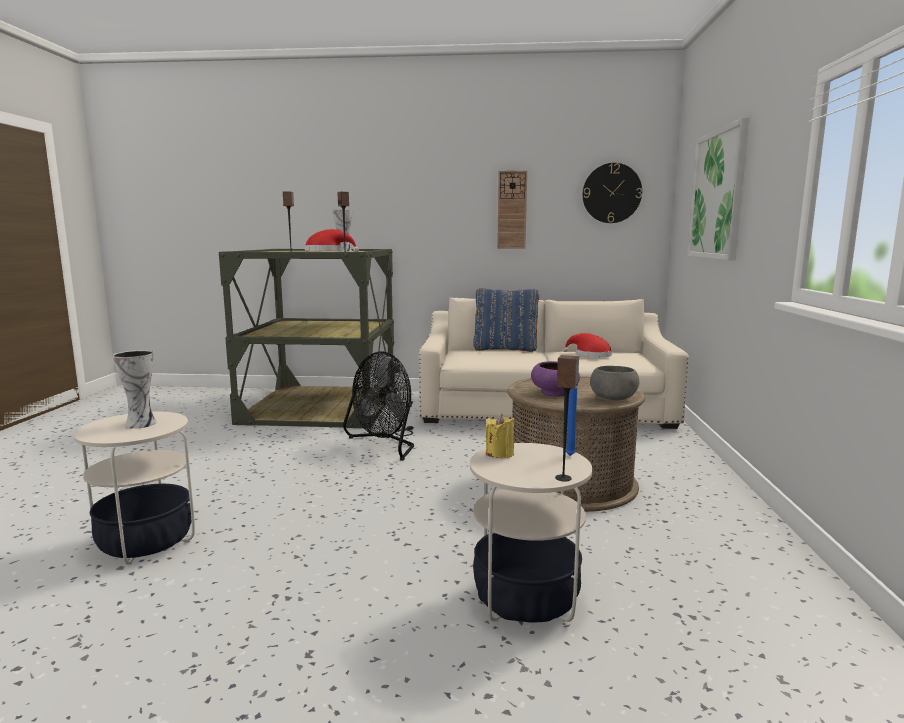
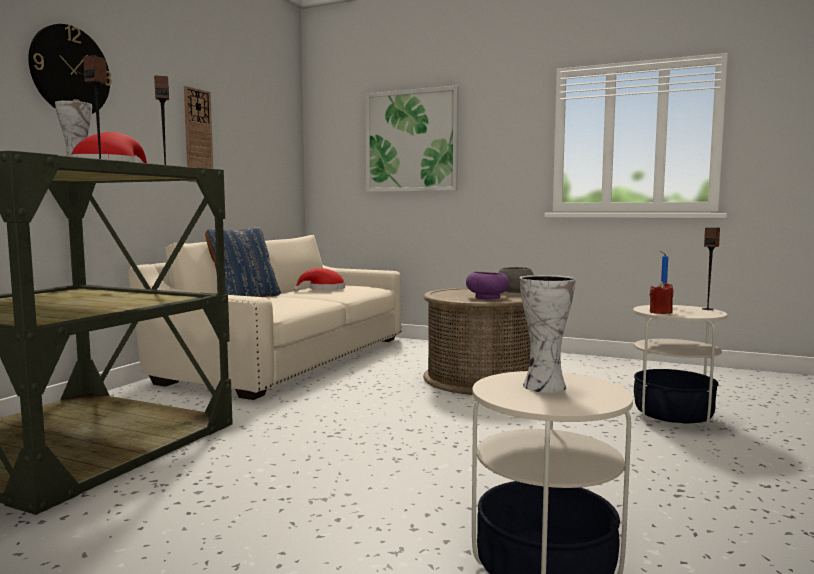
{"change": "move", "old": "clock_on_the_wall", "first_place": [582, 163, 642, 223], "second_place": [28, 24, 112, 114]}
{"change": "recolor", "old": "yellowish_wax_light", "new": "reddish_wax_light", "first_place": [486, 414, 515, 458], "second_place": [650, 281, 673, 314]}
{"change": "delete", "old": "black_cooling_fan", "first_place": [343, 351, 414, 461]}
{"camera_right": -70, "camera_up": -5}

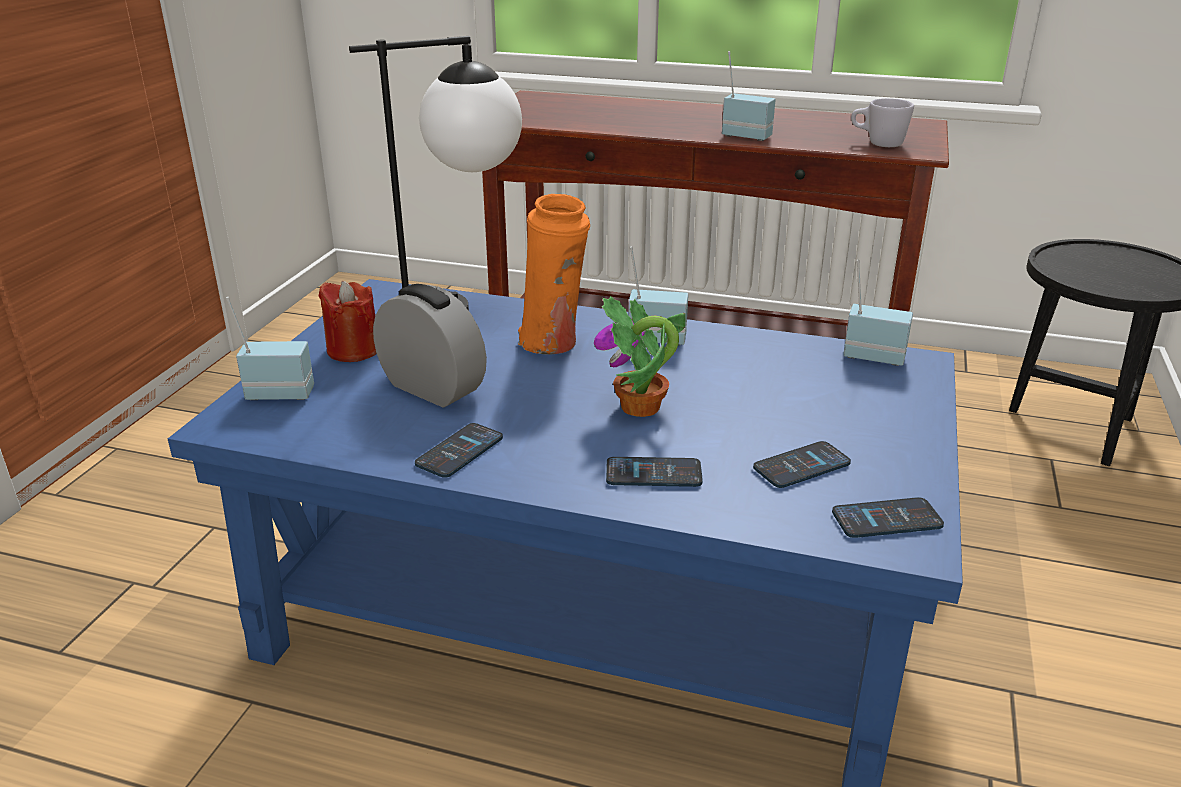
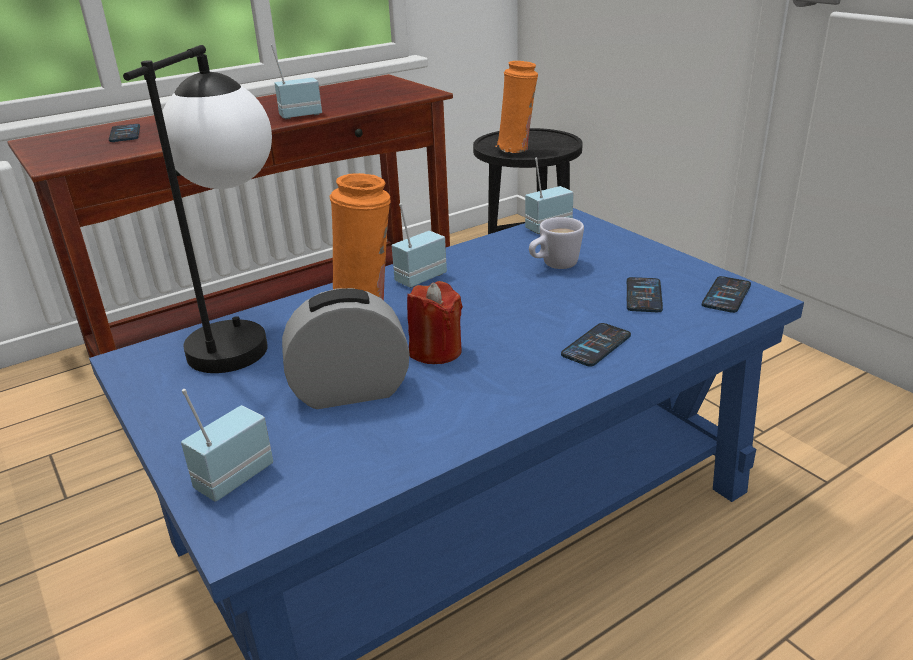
{"change": "move", "old": "handset", "first_place": [415, 423, 503, 478], "second_place": [109, 124, 140, 142]}
{"change": "move", "old": "reddish_wax_light", "first_place": [319, 281, 377, 362], "second_place": [407, 281, 463, 364]}
{"change": "insert", "new": "orange-coloured_decorative_vase", "second_place": [496, 61, 538, 153]}
{"change": "move", "old": "white-coloured_coffee_mug", "first_place": [851, 98, 914, 147], "second_place": [529, 217, 584, 269]}
{"change": "delete", "old": "potted_plant", "first_place": [594, 296, 686, 417]}
{"camera_right": -50, "camera_up": 0}

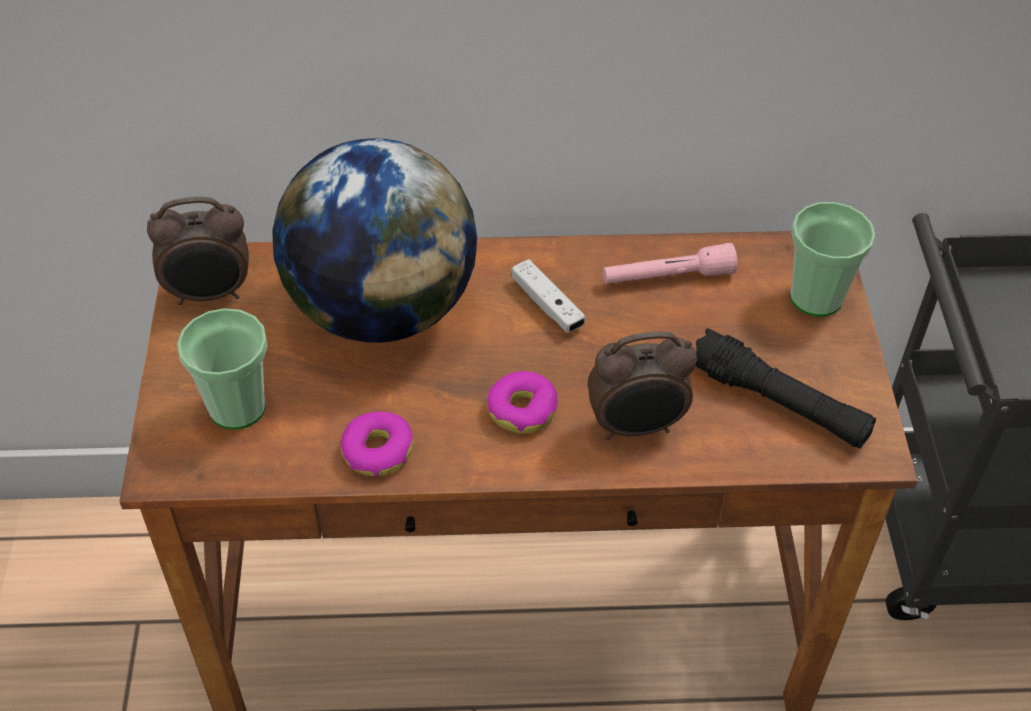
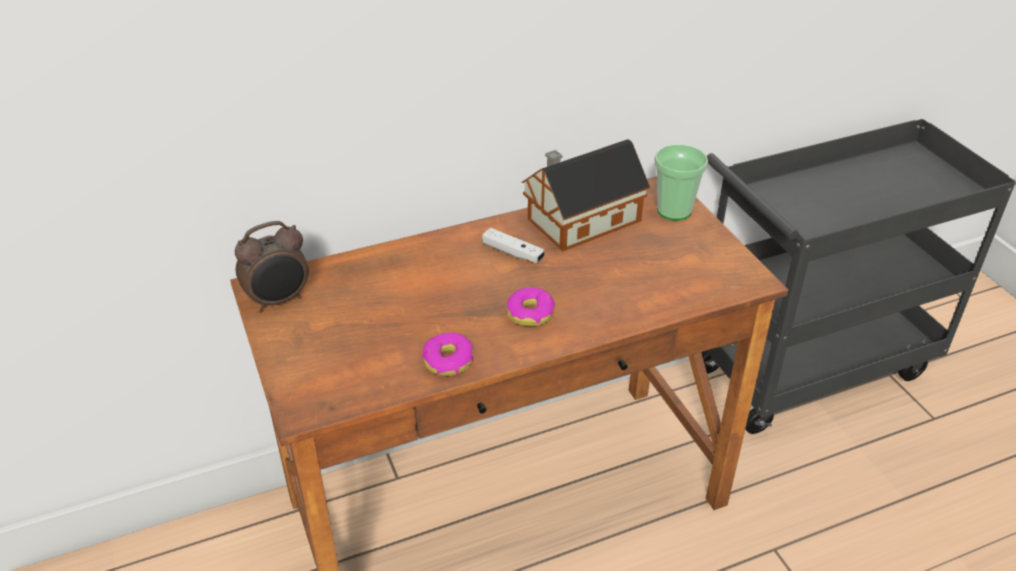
{"change": "replace", "old": "pink-coloured_flashlight", "new": "model_house", "first_place": [603, 243, 737, 284], "second_place": [521, 139, 650, 251]}
{"change": "delete", "old": "small_cup", "first_place": [177, 308, 267, 430]}
{"change": "delete", "old": "world_globe", "first_place": [272, 138, 477, 343]}
{"change": "delete", "old": "alarm_clock", "first_place": [588, 331, 697, 440]}
{"change": "delete", "old": "black_flashlight", "first_place": [695, 328, 876, 449]}
{"camera_right": -20, "camera_up": -10}

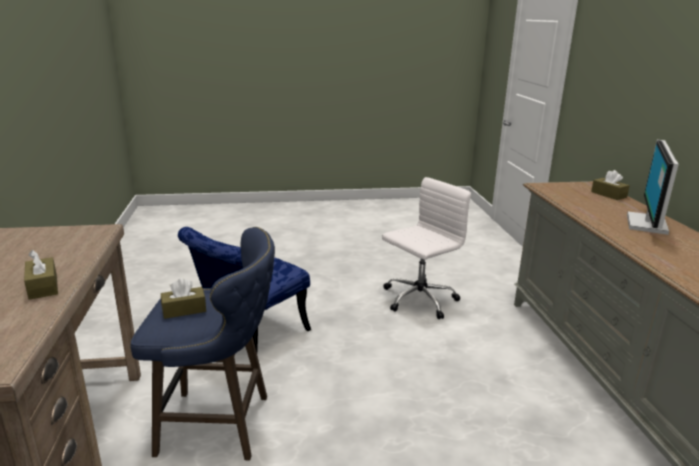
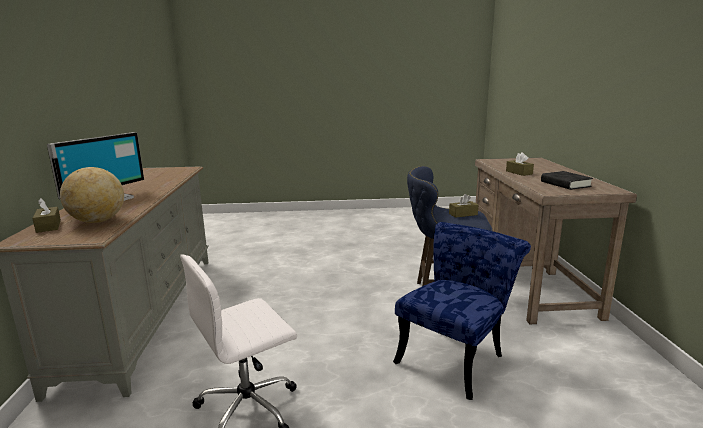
{"change": "insert", "new": "world_globe", "second_place": [60, 167, 124, 223]}
{"change": "insert", "new": "black_book", "second_place": [541, 171, 593, 190]}
{"camera_right": -175, "camera_up": -5}

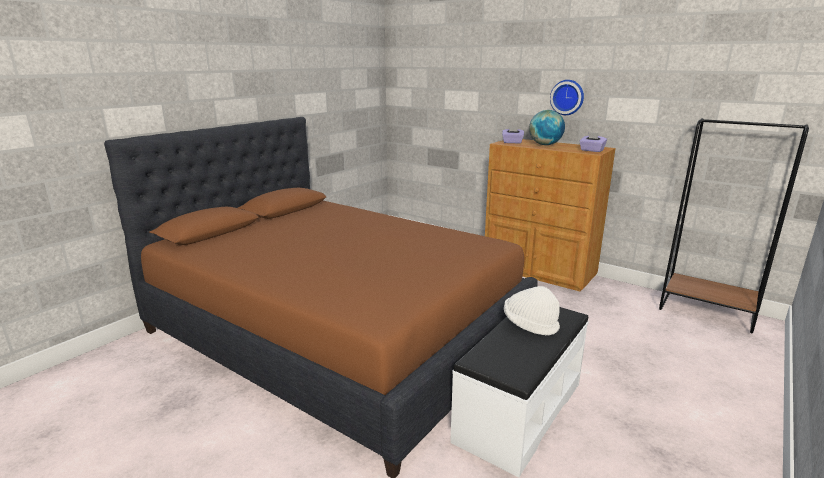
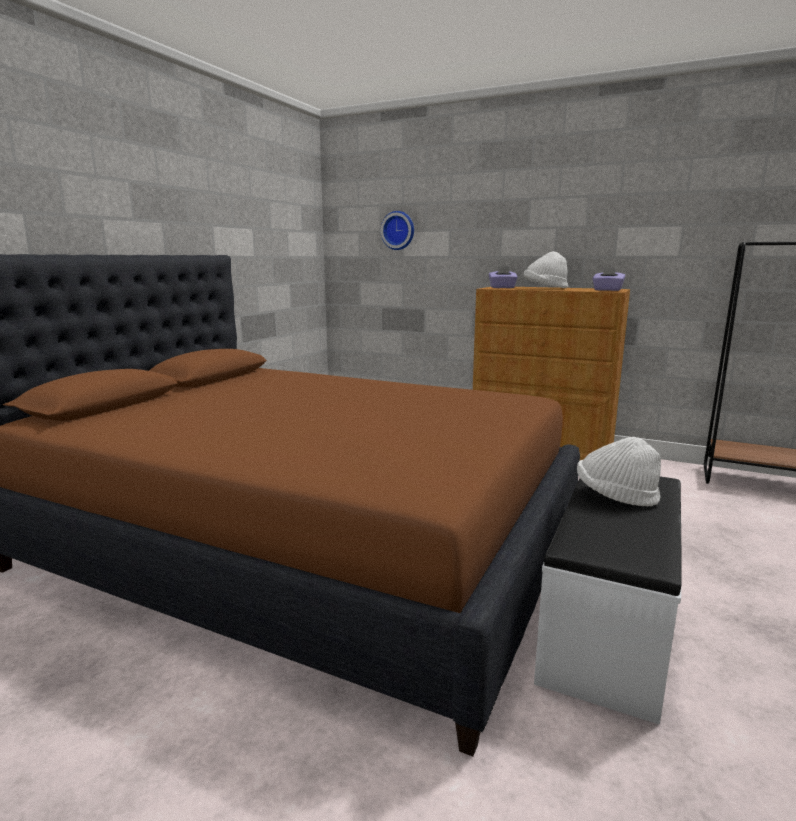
{"change": "move", "old": "clock_on_the_wall", "first_place": [550, 80, 584, 115], "second_place": [381, 211, 414, 250]}
{"change": "replace", "old": "world_globe", "new": "white-coloured_clothing_hat", "first_place": [529, 110, 565, 145], "second_place": [524, 251, 568, 288]}
{"camera_right": -10, "camera_up": -5}

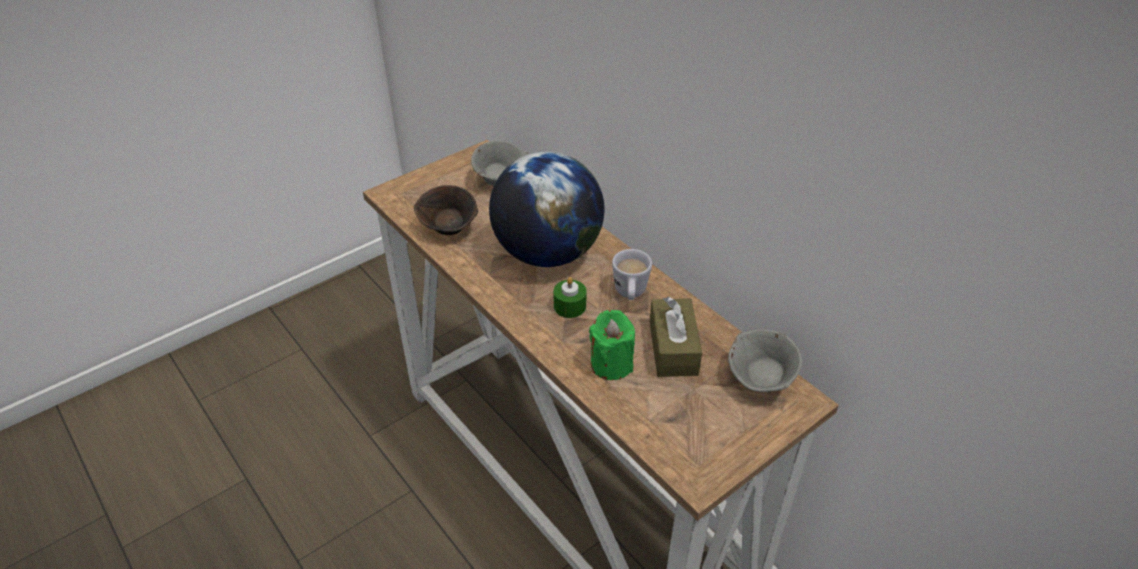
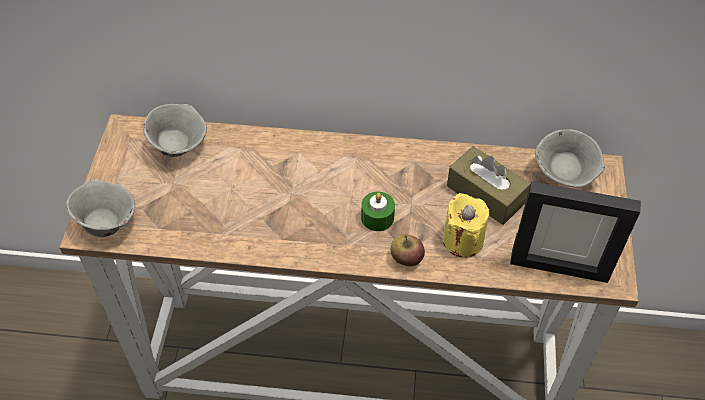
{"change": "insert", "new": "grey_deep_dish", "second_place": [66, 180, 135, 237]}
{"change": "insert", "new": "whole_apple", "second_place": [391, 234, 425, 266]}
{"change": "recolor", "old": "green_wax_light", "new": "yellowish_wax_light", "first_place": [589, 310, 635, 380], "second_place": [443, 193, 490, 257]}
{"change": "insert", "new": "photo_frame", "second_place": [510, 181, 641, 283]}
{"change": "delete", "old": "brown-coloured_deep_dish", "first_place": [414, 185, 478, 235]}
{"change": "delete", "old": "world_globe", "first_place": [489, 151, 605, 267]}
{"change": "delete", "old": "white-coloured_coffee_mug", "first_place": [612, 249, 652, 300]}
{"camera_right": -45, "camera_up": 10}

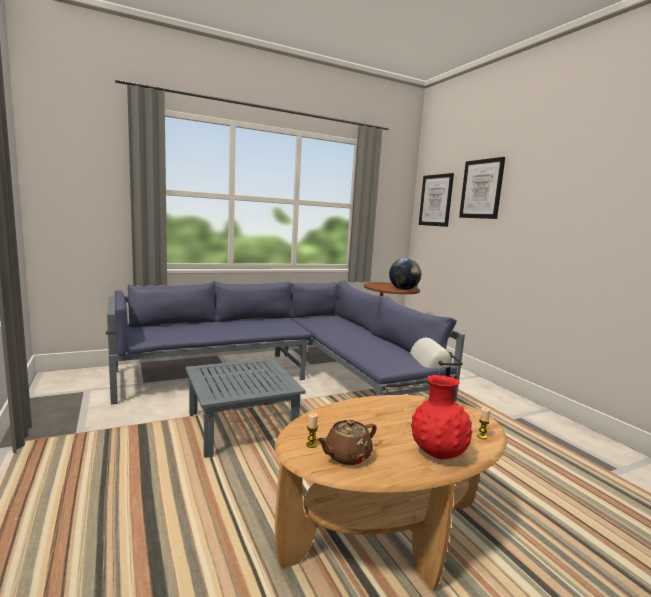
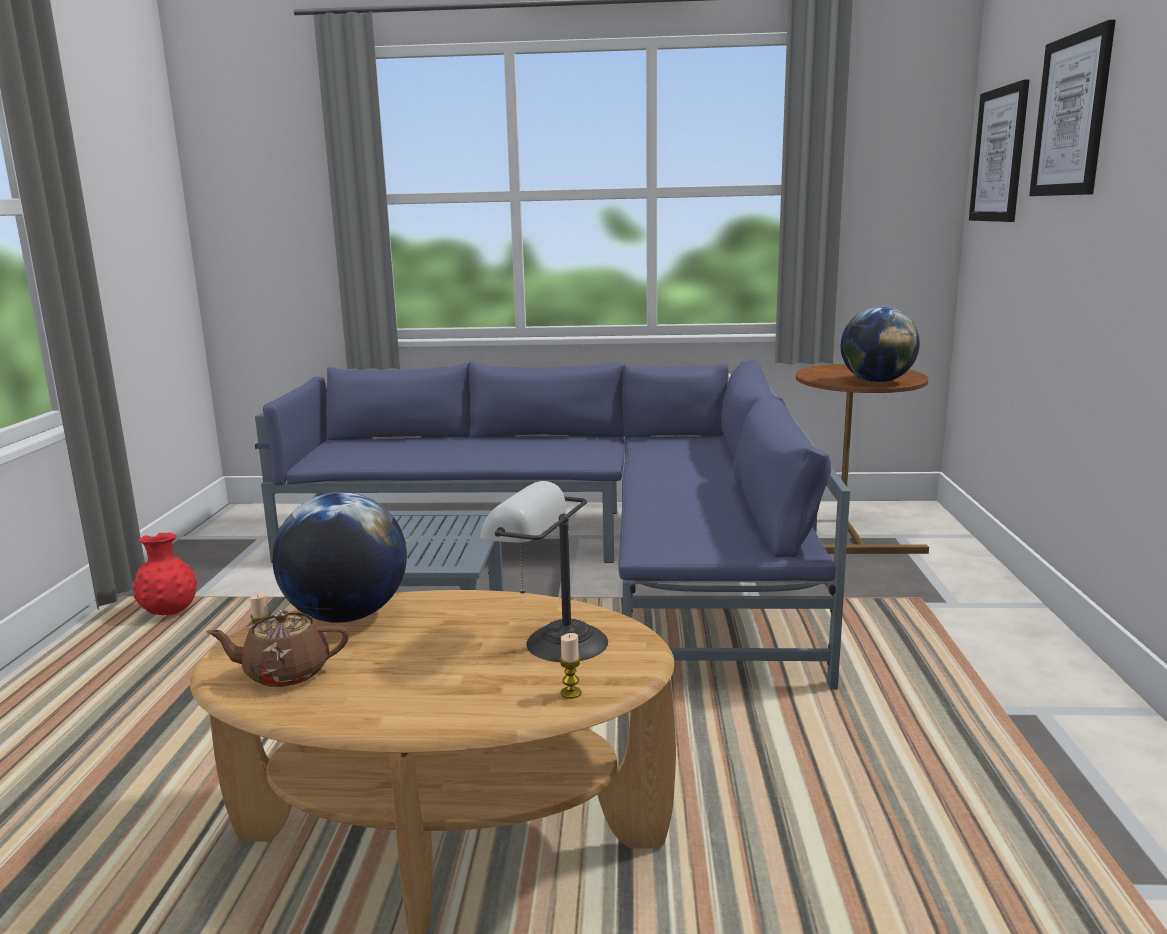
{"change": "move", "old": "reddish_decorative_vase", "first_place": [411, 375, 472, 459], "second_place": [133, 532, 197, 615]}
{"change": "insert", "new": "world_globe", "second_place": [272, 492, 407, 623]}
{"camera_right": 30, "camera_up": 5}

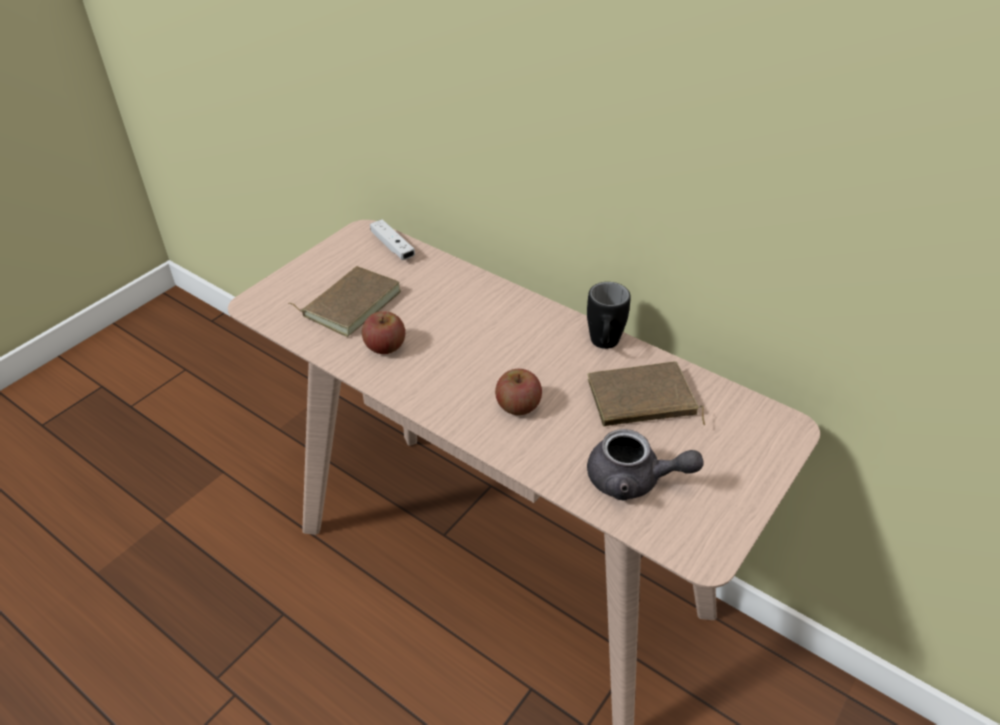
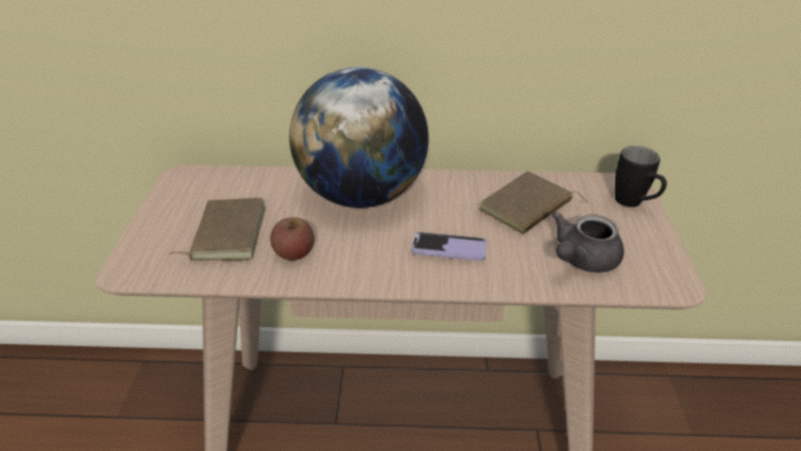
{"change": "insert", "new": "world_globe", "second_place": [289, 67, 429, 208]}
{"change": "replace", "old": "whole_apple", "new": "handset", "first_place": [495, 369, 542, 415], "second_place": [411, 232, 487, 261]}
{"change": "rotate", "old": "grey_teapot", "first_place": [587, 429, 704, 500], "second_place": [552, 211, 624, 273], "degrees": 150}
{"change": "move", "old": "black_coffee_mug", "first_place": [587, 282, 631, 349], "second_place": [615, 146, 667, 207]}
{"change": "delete", "old": "white-coloured_gamepad", "first_place": [370, 219, 415, 260]}
{"camera_right": -35, "camera_up": -5}

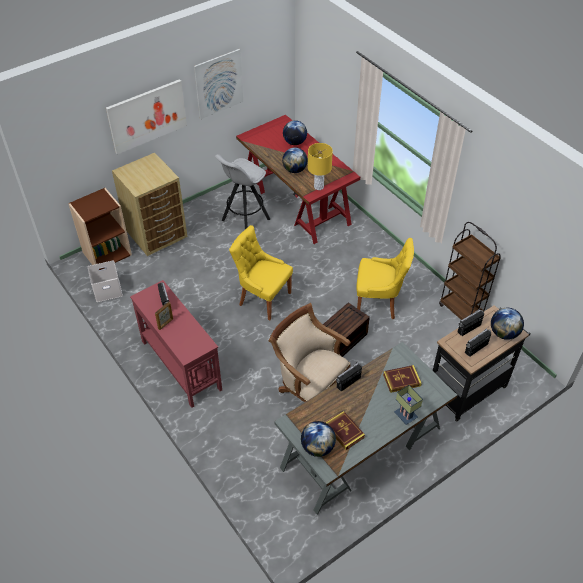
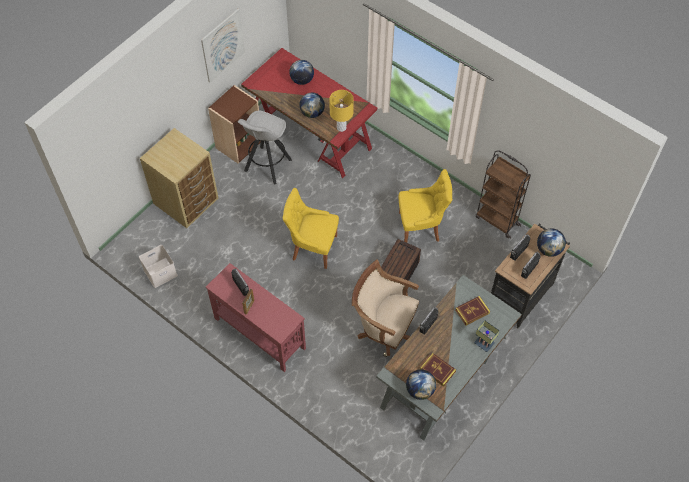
{"change": "move", "old": "brown-coloured_shelving_unit", "first_place": [68, 188, 132, 270], "second_place": [208, 85, 260, 164]}
{"change": "delete", "old": "wall_art", "first_place": [106, 79, 187, 155]}
{"camera_right": -15, "camera_up": 10}

